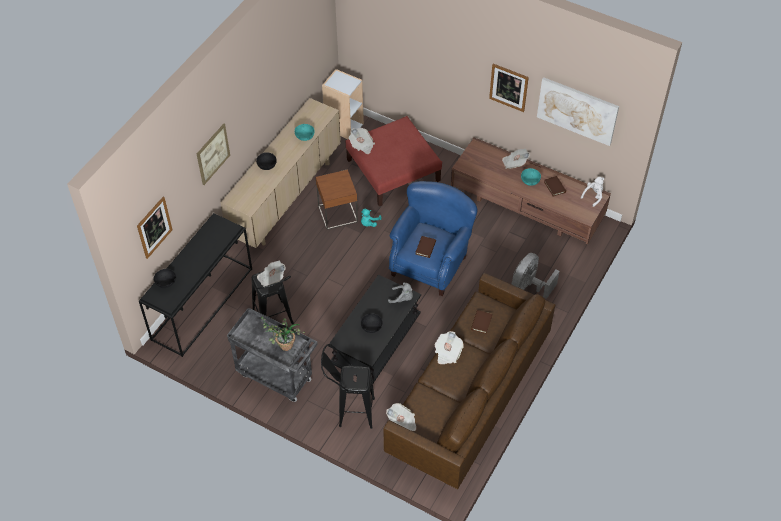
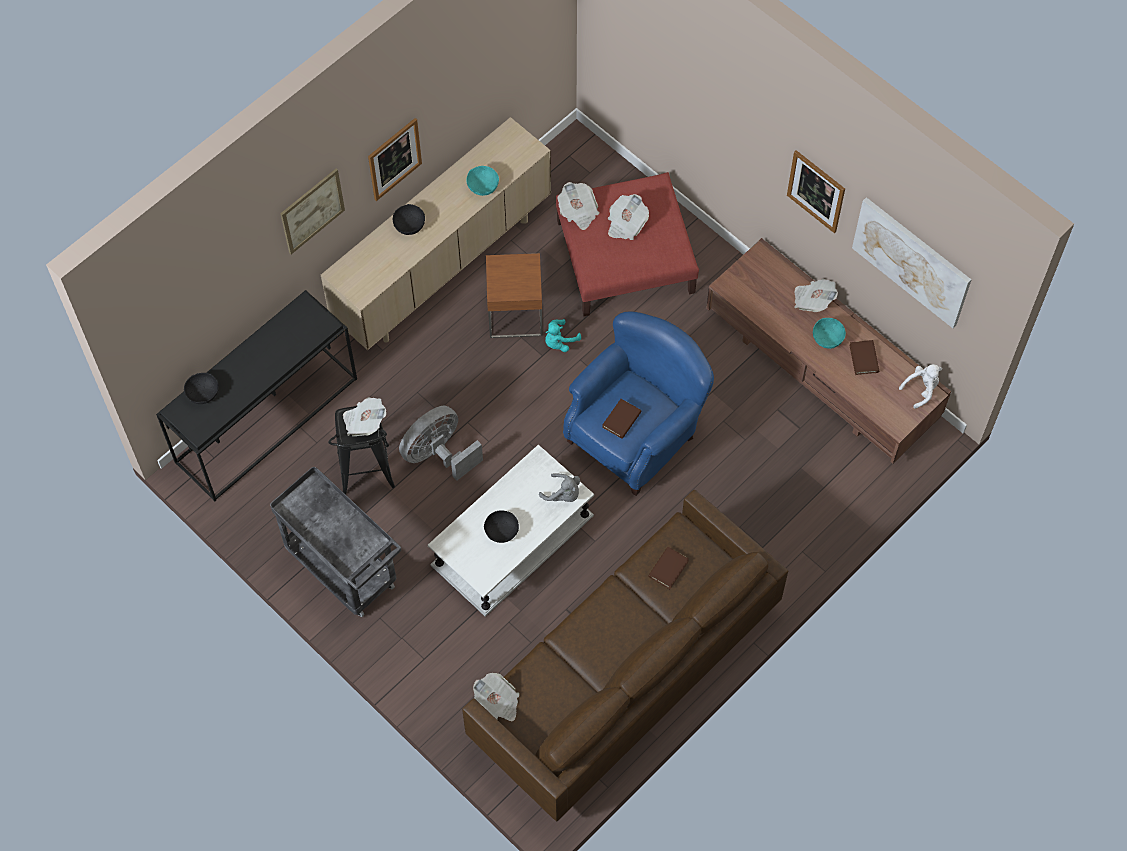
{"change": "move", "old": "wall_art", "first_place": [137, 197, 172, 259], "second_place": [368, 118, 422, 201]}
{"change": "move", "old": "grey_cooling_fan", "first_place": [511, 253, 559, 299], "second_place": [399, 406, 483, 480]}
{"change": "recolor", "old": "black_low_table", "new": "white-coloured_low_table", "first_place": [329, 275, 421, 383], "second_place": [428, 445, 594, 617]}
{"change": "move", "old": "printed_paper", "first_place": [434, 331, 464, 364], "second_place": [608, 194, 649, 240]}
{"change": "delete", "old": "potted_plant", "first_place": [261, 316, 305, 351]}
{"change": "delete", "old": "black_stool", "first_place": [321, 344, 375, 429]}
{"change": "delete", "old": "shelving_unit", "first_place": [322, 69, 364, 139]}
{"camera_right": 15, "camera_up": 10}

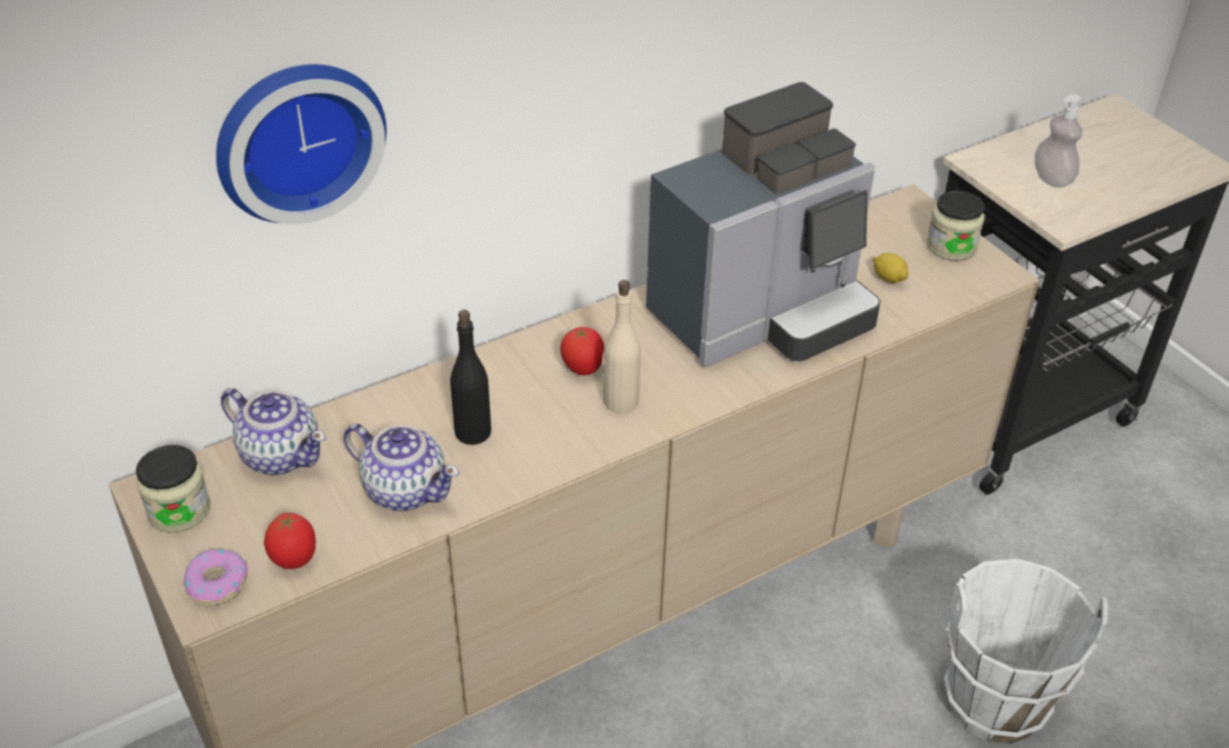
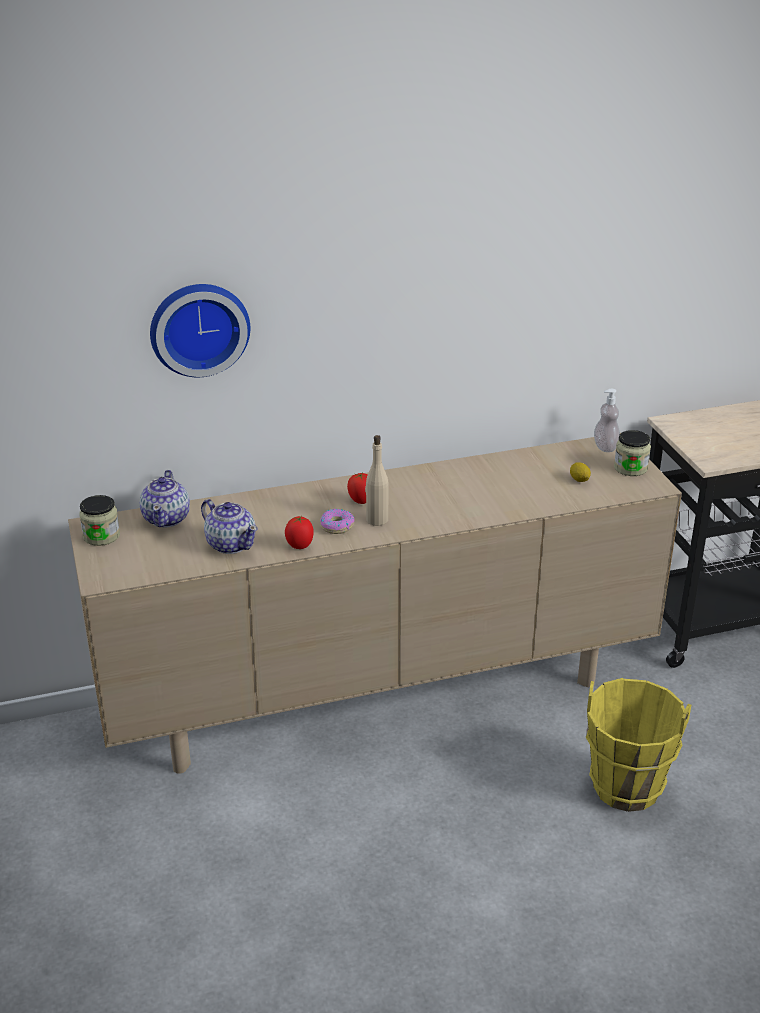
{"change": "rotate", "old": "teapot", "first_place": [221, 388, 326, 475], "second_place": [140, 470, 190, 528], "degrees": 45}
{"change": "move", "old": "fresh_tomato", "first_place": [264, 513, 316, 569], "second_place": [285, 516, 314, 549]}
{"change": "move", "old": "doughnut", "first_place": [183, 549, 248, 606], "second_place": [320, 509, 355, 534]}
{"change": "recolor", "old": "white-coloured_bucket", "new": "yellowish_bucket", "first_place": [944, 559, 1108, 744], "second_place": [586, 678, 691, 812]}
{"change": "move", "old": "liquid_soap_bottle", "first_place": [1035, 94, 1082, 188], "second_place": [594, 388, 620, 452]}
{"change": "delete", "old": "black_drink_bottle", "first_place": [450, 310, 491, 445]}
{"change": "delete", "old": "coffee_machine", "first_place": [646, 82, 880, 367]}
{"camera_right": 15, "camera_up": -10}

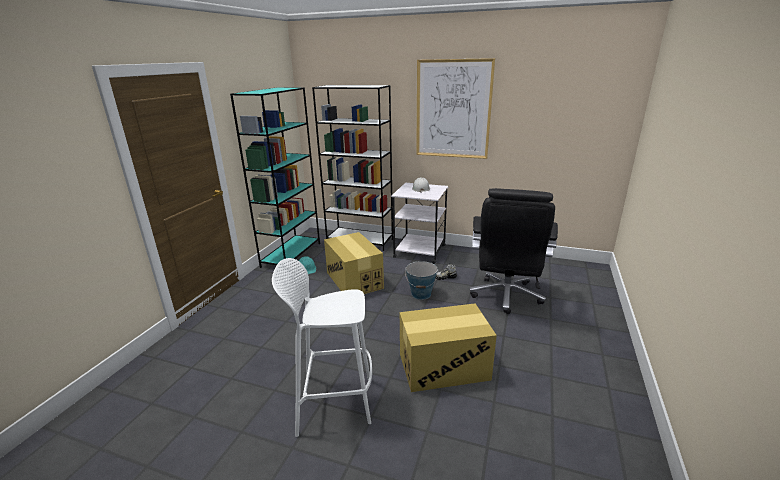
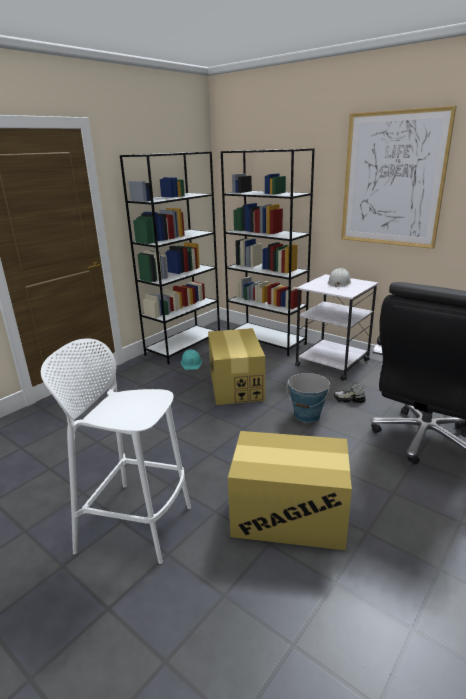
{"change": "recolor", "old": "turquoise-coloured_shelving_unit", "new": "white-coloured_shelving_unit", "first_place": [230, 87, 320, 268], "second_place": [120, 152, 220, 364]}
{"camera_right": 20, "camera_up": 0}

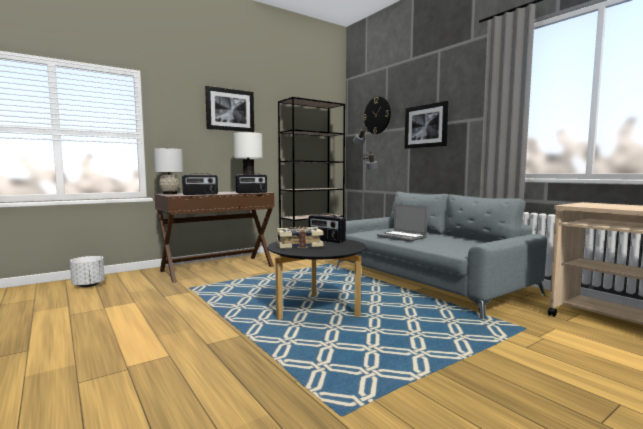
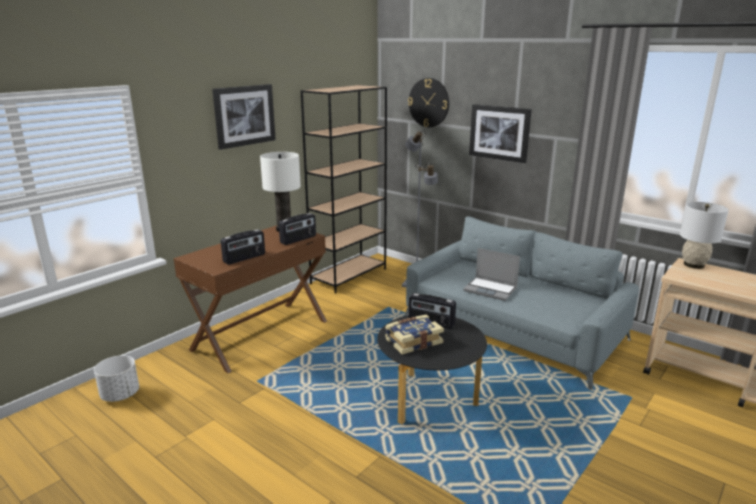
{"change": "move", "old": "white-coloured_tabletop_lamp", "first_place": [154, 147, 183, 194], "second_place": [680, 202, 729, 269]}
{"camera_right": -15, "camera_up": 15}

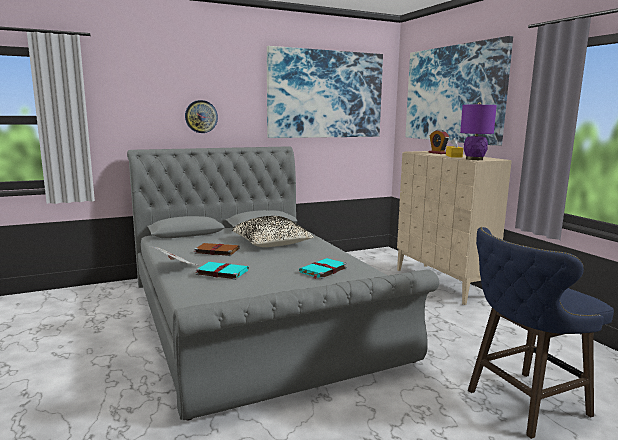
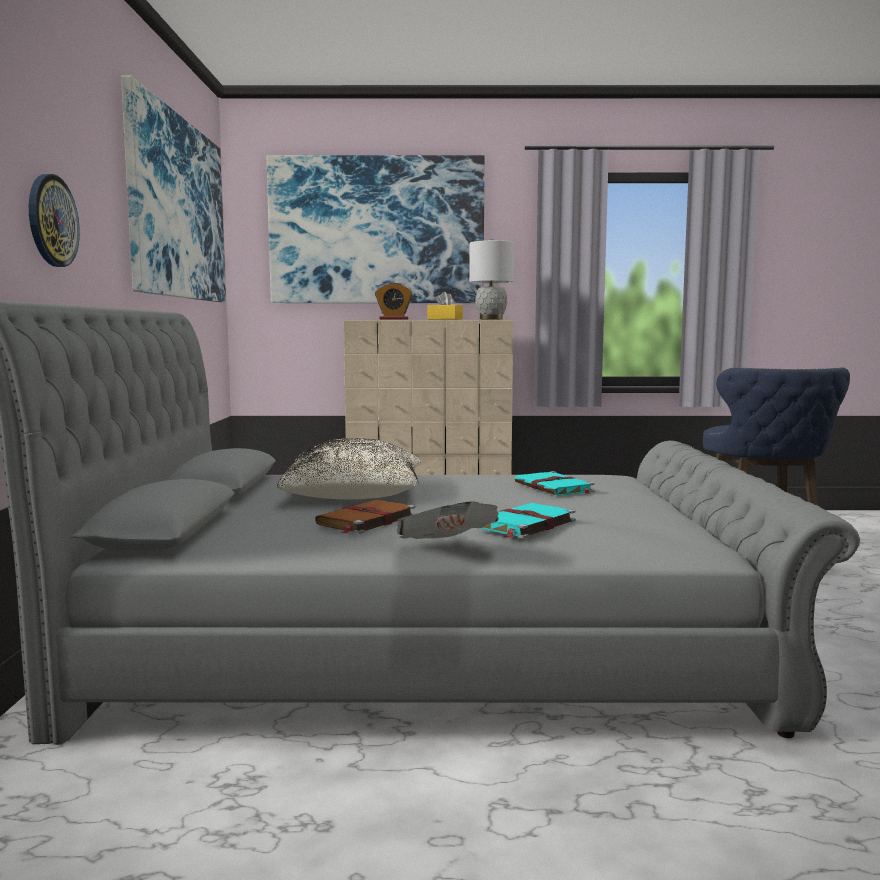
{"change": "recolor", "old": "purplish_tabletop_lamp", "new": "white-coloured_tabletop_lamp", "first_place": [460, 102, 497, 160], "second_place": [469, 239, 514, 319]}
{"camera_right": -65, "camera_up": -5}

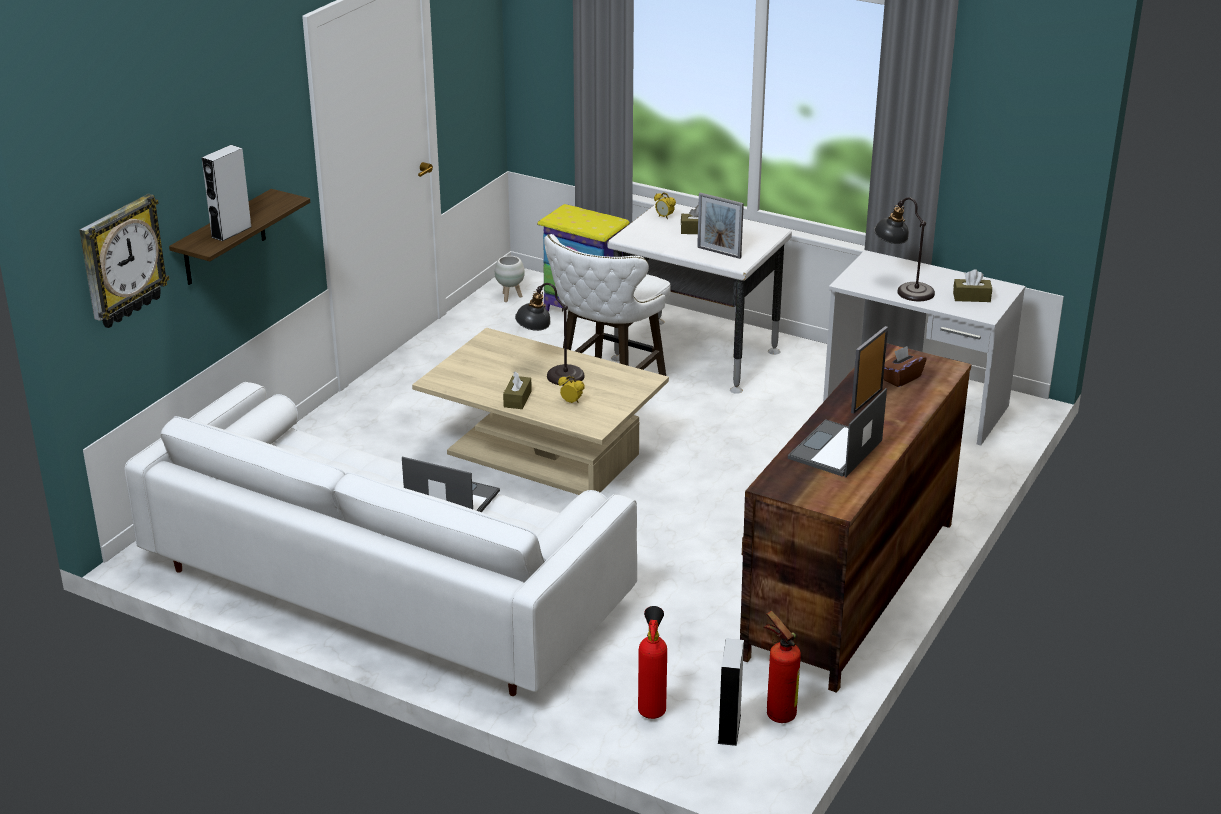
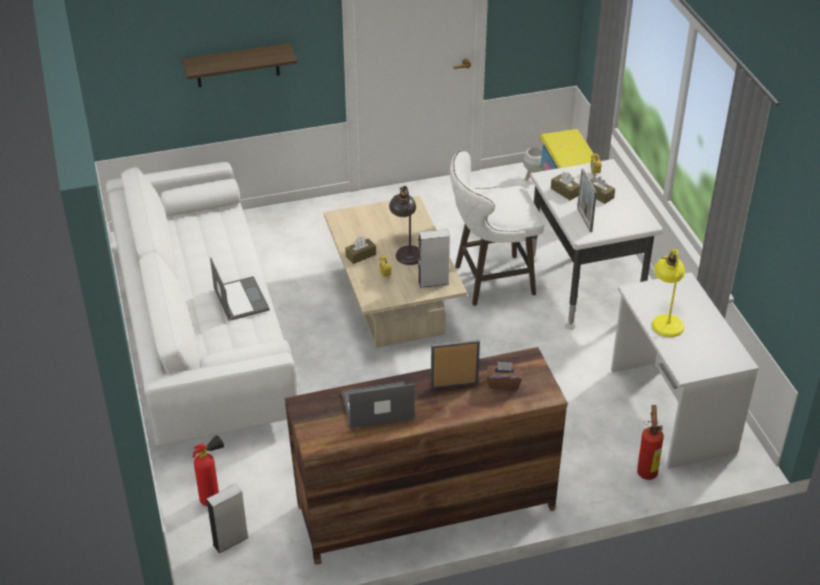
{"change": "move", "old": "grey_audio_speaker", "first_place": [202, 145, 251, 241], "second_place": [418, 229, 450, 288]}
{"change": "move", "old": "brown-coloured_box_of_tissues", "first_place": [953, 269, 992, 302], "second_place": [551, 172, 580, 200]}
{"change": "move", "old": "fire_extinguisher", "first_place": [763, 611, 801, 723], "second_place": [637, 405, 664, 480]}
{"change": "recolor", "old": "grey_tabletop_lamp", "new": "yellowish_tabletop_lamp", "first_place": [874, 197, 935, 301], "second_place": [652, 249, 685, 337]}
{"change": "delete", "old": "clock_on_the_wall", "first_place": [79, 194, 170, 328]}
{"camera_right": 45, "camera_up": 10}

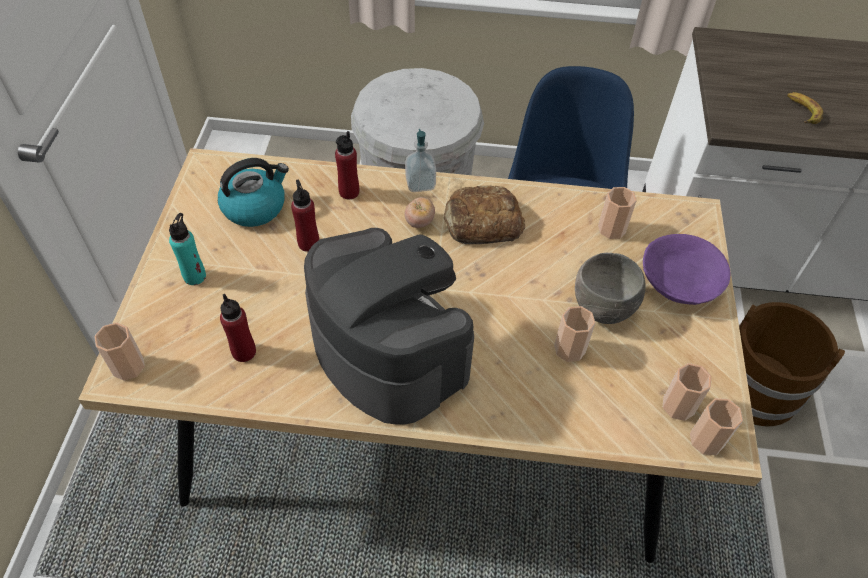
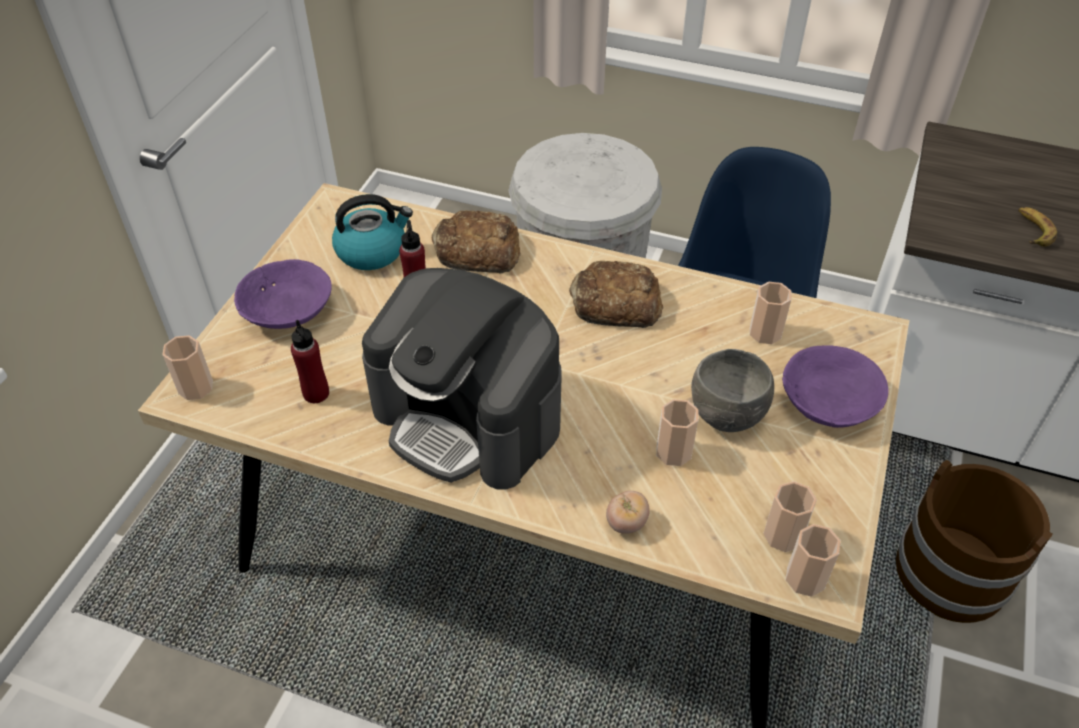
{"change": "replace", "old": "turquoise-coloured_drink_bottle", "new": "purplish_deep_dish", "first_place": [169, 213, 206, 285], "second_place": [234, 259, 331, 329]}
{"change": "rotate", "old": "coffee_machine", "first_place": [304, 228, 474, 425], "second_place": [362, 268, 562, 490], "degrees": 150}
{"change": "replace", "old": "reddish_drink_bottle", "new": "baked_bread", "first_place": [335, 131, 359, 199], "second_place": [432, 210, 521, 273]}
{"change": "move", "old": "fresh_tomato", "first_place": [405, 197, 435, 228], "second_place": [606, 491, 650, 534]}
{"change": "delete", "old": "liquid_soap_bottle", "first_place": [405, 129, 436, 192]}
{"camera_right": 15, "camera_up": -5}

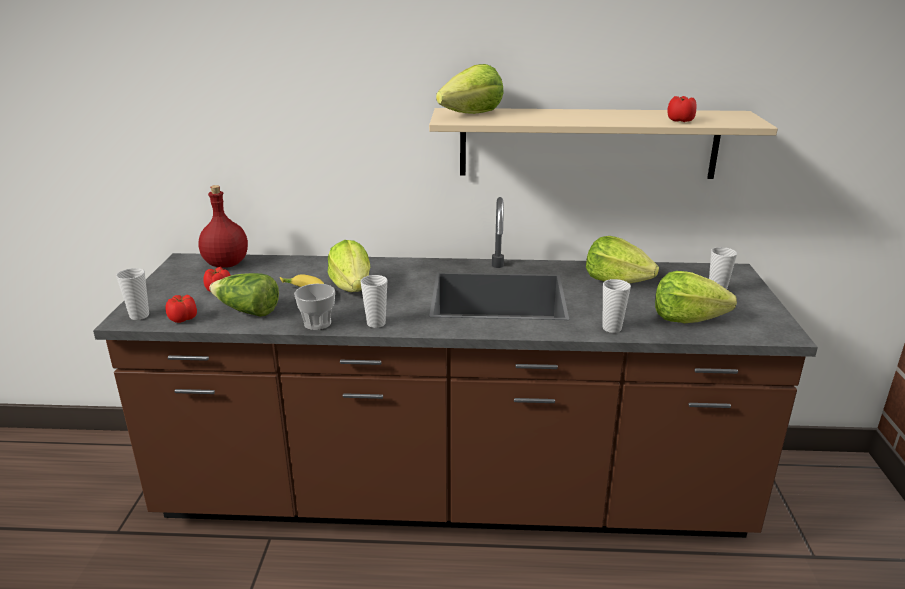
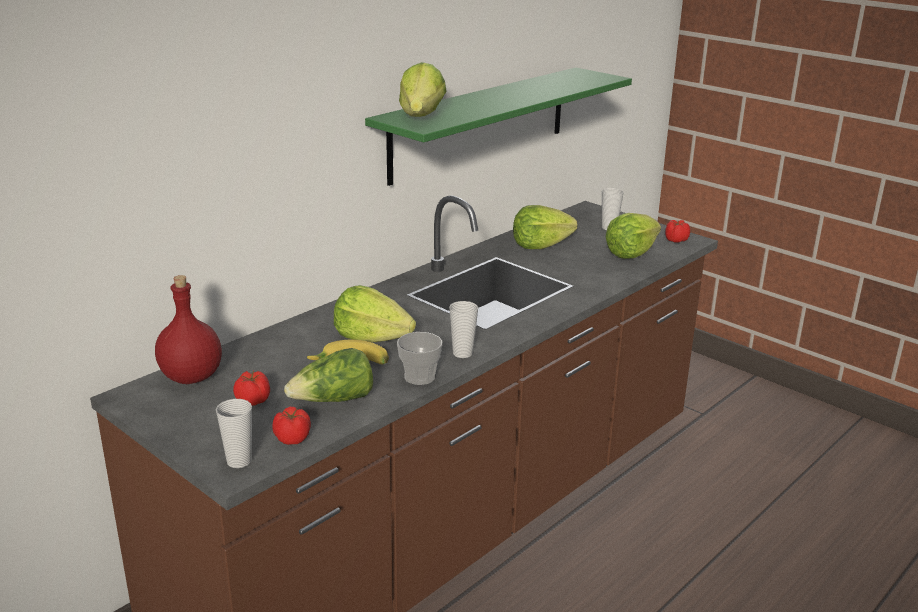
{"change": "recolor", "old": "beige_bracket_shelf", "new": "green_bracket_shelf", "first_place": [429, 108, 778, 179], "second_place": [365, 68, 632, 186]}
{"change": "move", "old": "fresh_tomato", "first_place": [668, 96, 697, 122], "second_place": [665, 220, 690, 243]}
{"change": "delete", "old": "small_cup", "first_place": [602, 279, 631, 333]}
{"camera_right": -50, "camera_up": 0}

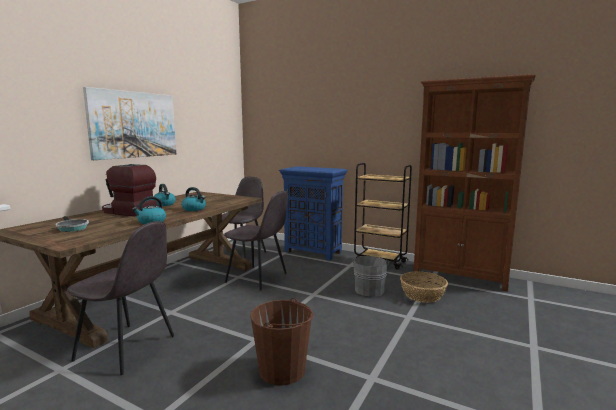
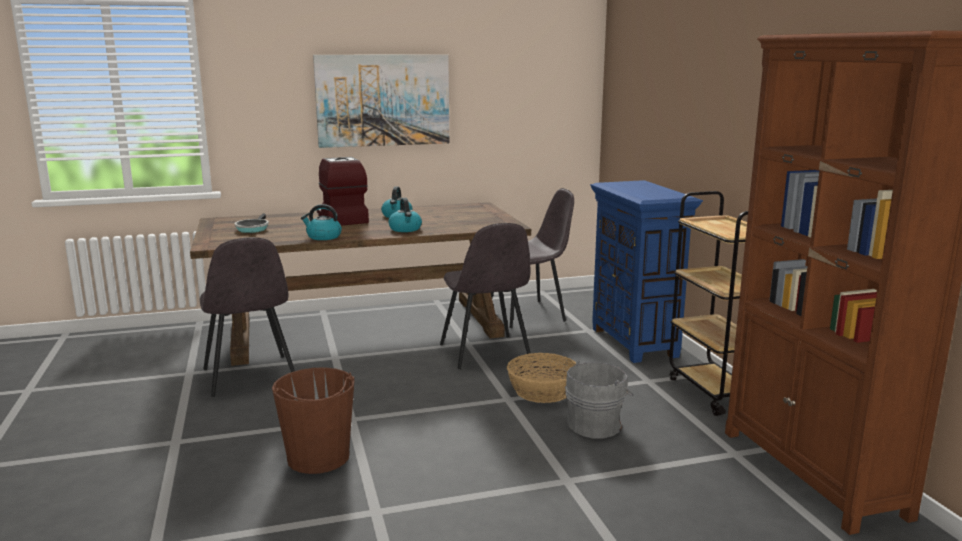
{"change": "move", "old": "storage_basket", "first_place": [400, 271, 448, 303], "second_place": [507, 353, 576, 403]}
{"camera_right": 45, "camera_up": 5}

